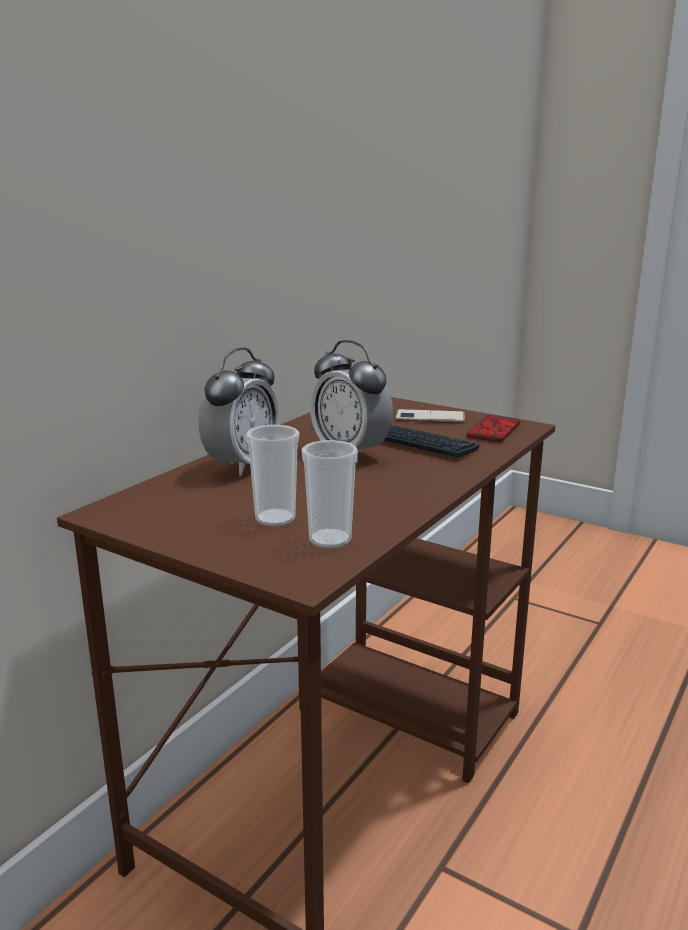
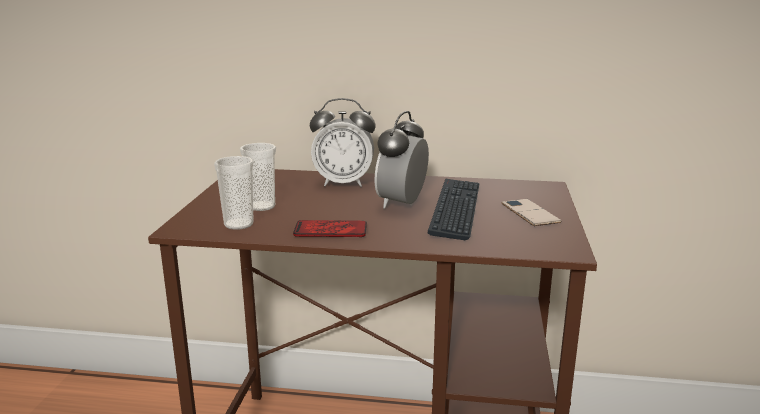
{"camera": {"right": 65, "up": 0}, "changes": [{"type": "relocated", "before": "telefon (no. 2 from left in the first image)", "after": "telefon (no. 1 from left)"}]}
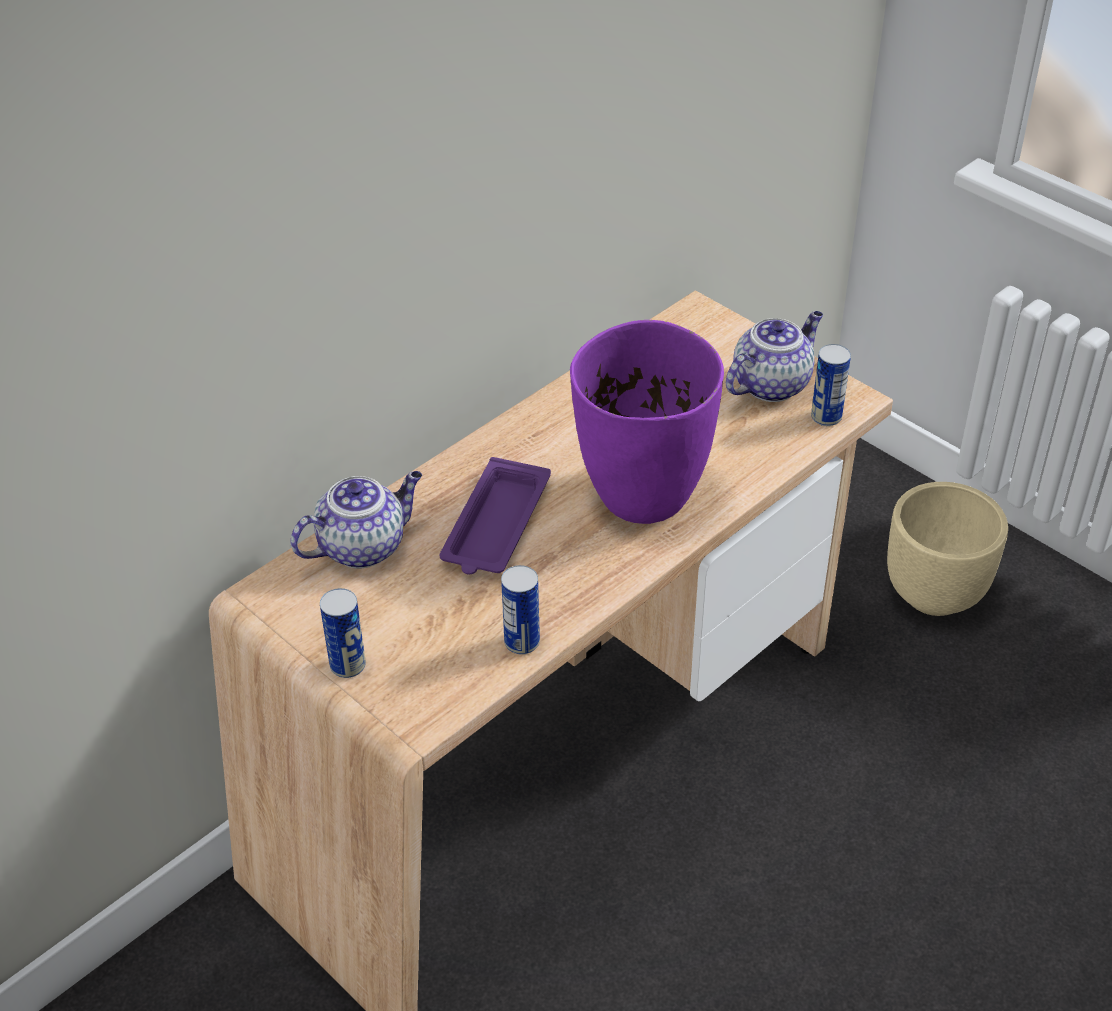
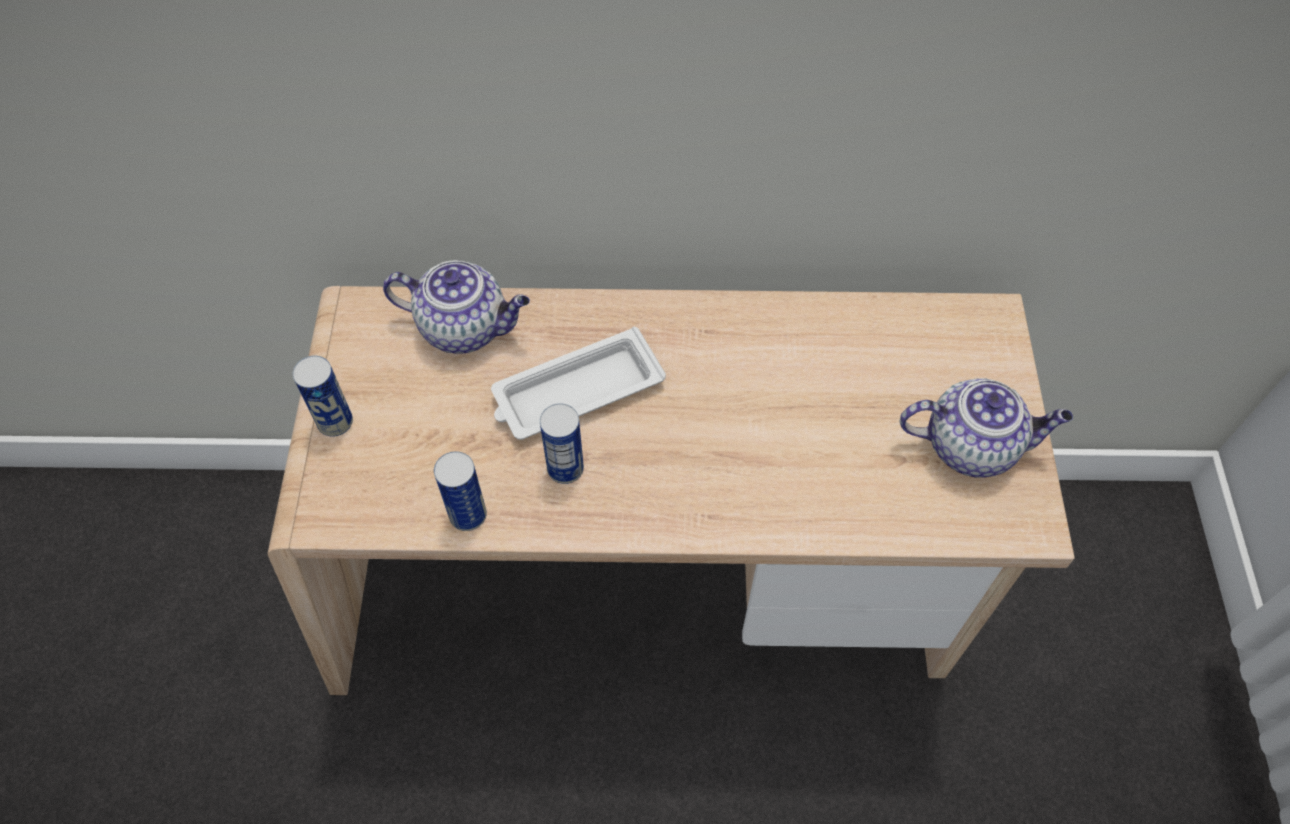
{"camera": {"right": 45, "up": 15}, "changes": [{"type": "colour", "before": "taca [fioletowy]", "after": "taca [biały]"}, {"type": "missing", "before": "wazon [fioletowy]"}, {"type": "relocated", "before": "puszka (no. 3 from left)"}, {"type": "missing", "before": "donica [beżowy]"}]}
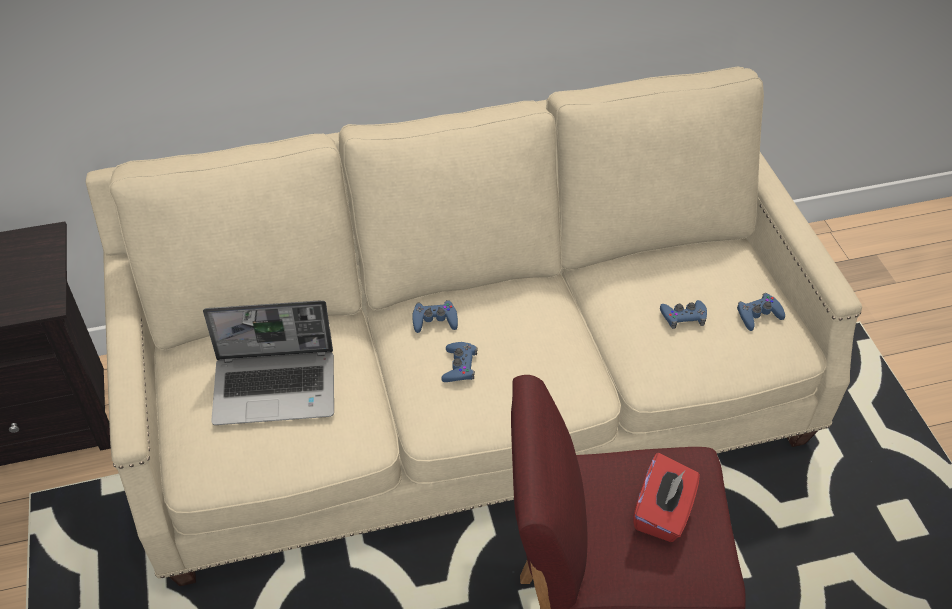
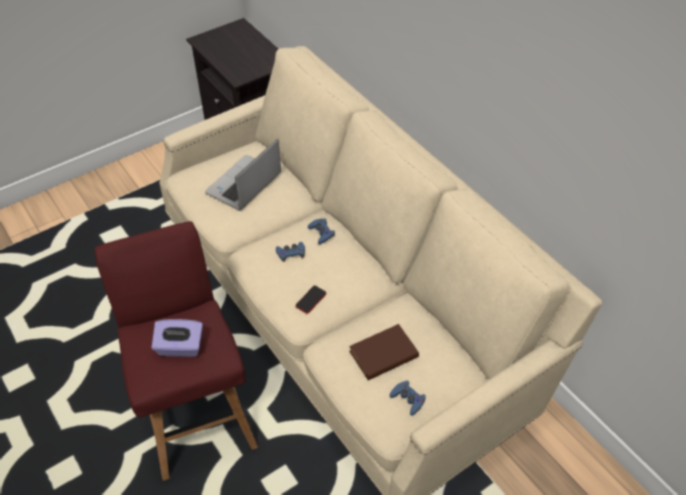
{"camera": {"right": 70, "up": 0}, "changes": [{"type": "spun", "before": "laptop", "turn": 60}, {"type": "colour", "before": "pudełko chusteczek [czerwony]", "after": "pudełko chusteczek [fioletowy]"}, {"type": "exchanged", "before": "pad do gier [niebieski] (no. 3 from left)", "after": "książka [brązowy]"}, {"type": "appeared", "after": "telefon"}]}
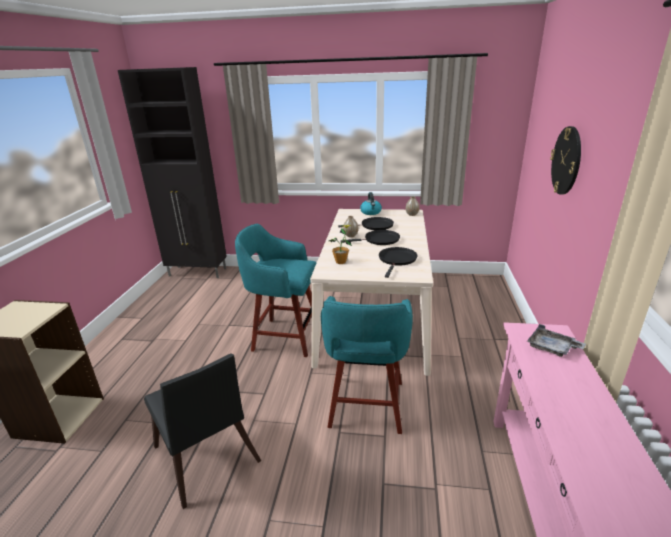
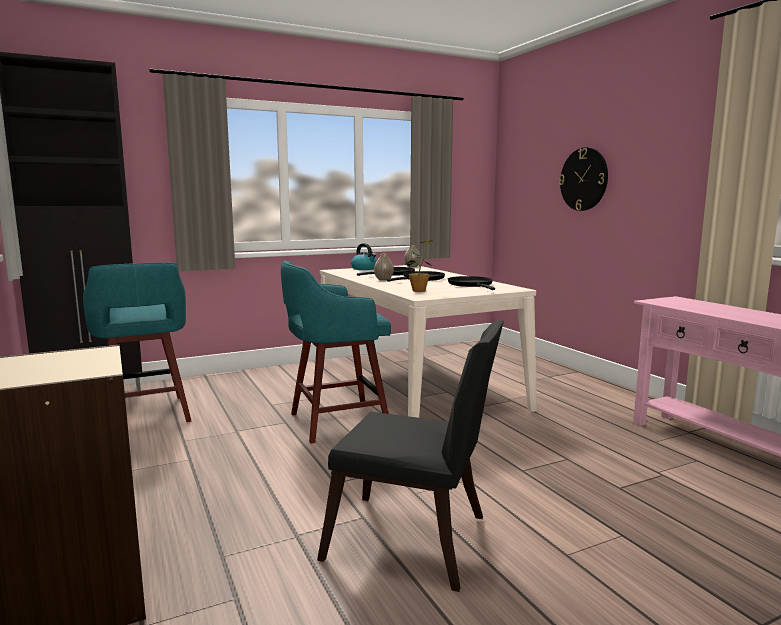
{"camera": {"right": -35, "up": -15}, "changes": [{"type": "relocated", "before": "stołek [turkusowy] (no. 2 from left in the first image)", "after": "stołek [turkusowy] (no. 1 from left)"}, {"type": "missing", "before": "taca [szary]"}]}
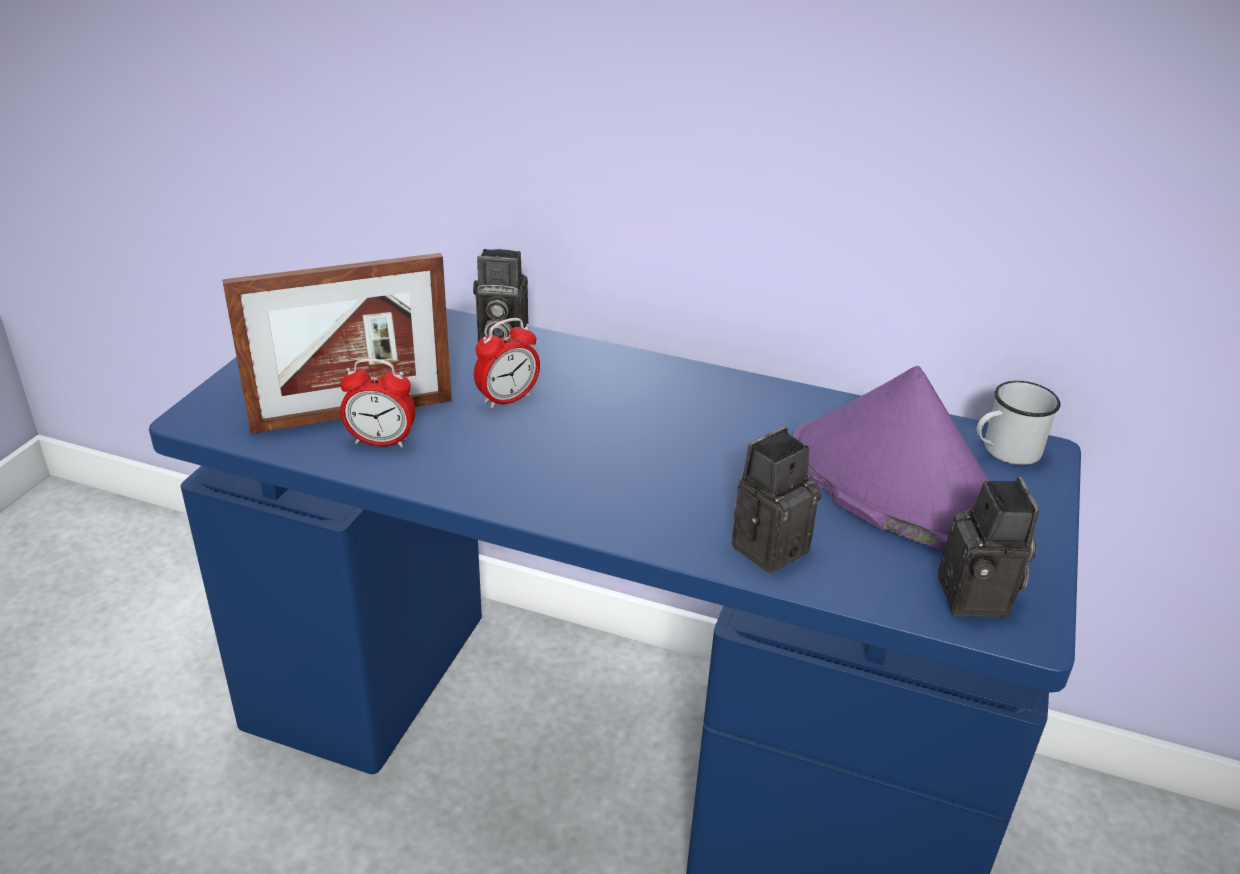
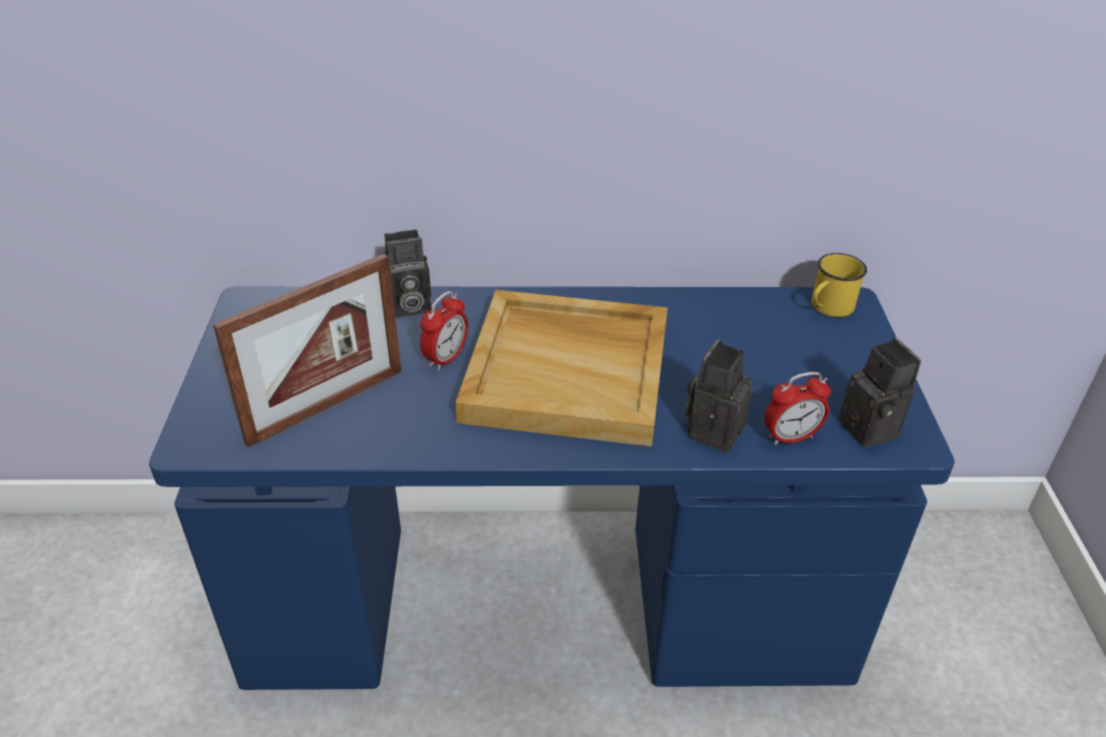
{"camera": {"right": -20, "up": 5}, "changes": [{"type": "relocated", "before": "budzik (no. 1 from left in the first image)", "after": "budzik (no. 2 from left)"}, {"type": "missing", "before": "kapelusz [fioletowy]"}, {"type": "colour", "before": "kubek [biały]", "after": "kubek [żółty]"}, {"type": "appeared", "after": "taca [beżowy]"}]}
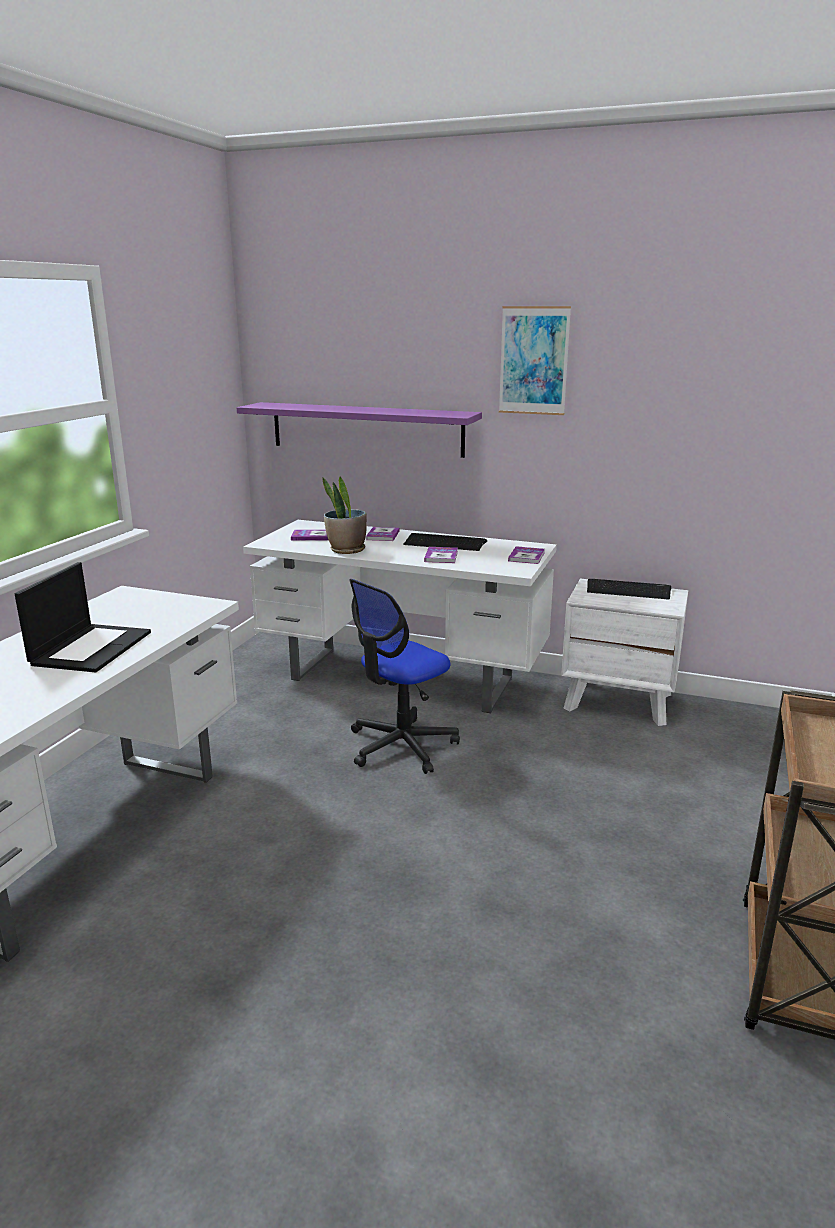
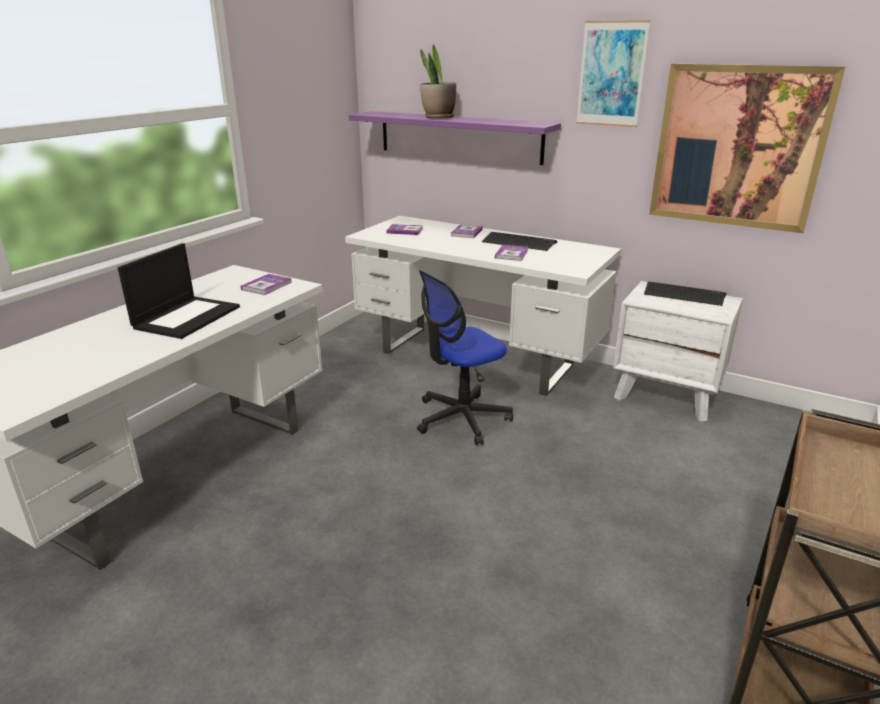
{"camera": {"right": 10, "up": 5}, "changes": [{"type": "relocated", "before": "roślina doniczkowa"}, {"type": "relocated", "before": "książka (no. 4 from left in the first image)", "after": "książka (no. 1 from left)"}, {"type": "appeared", "after": "obraz (no. 2 from left)"}]}
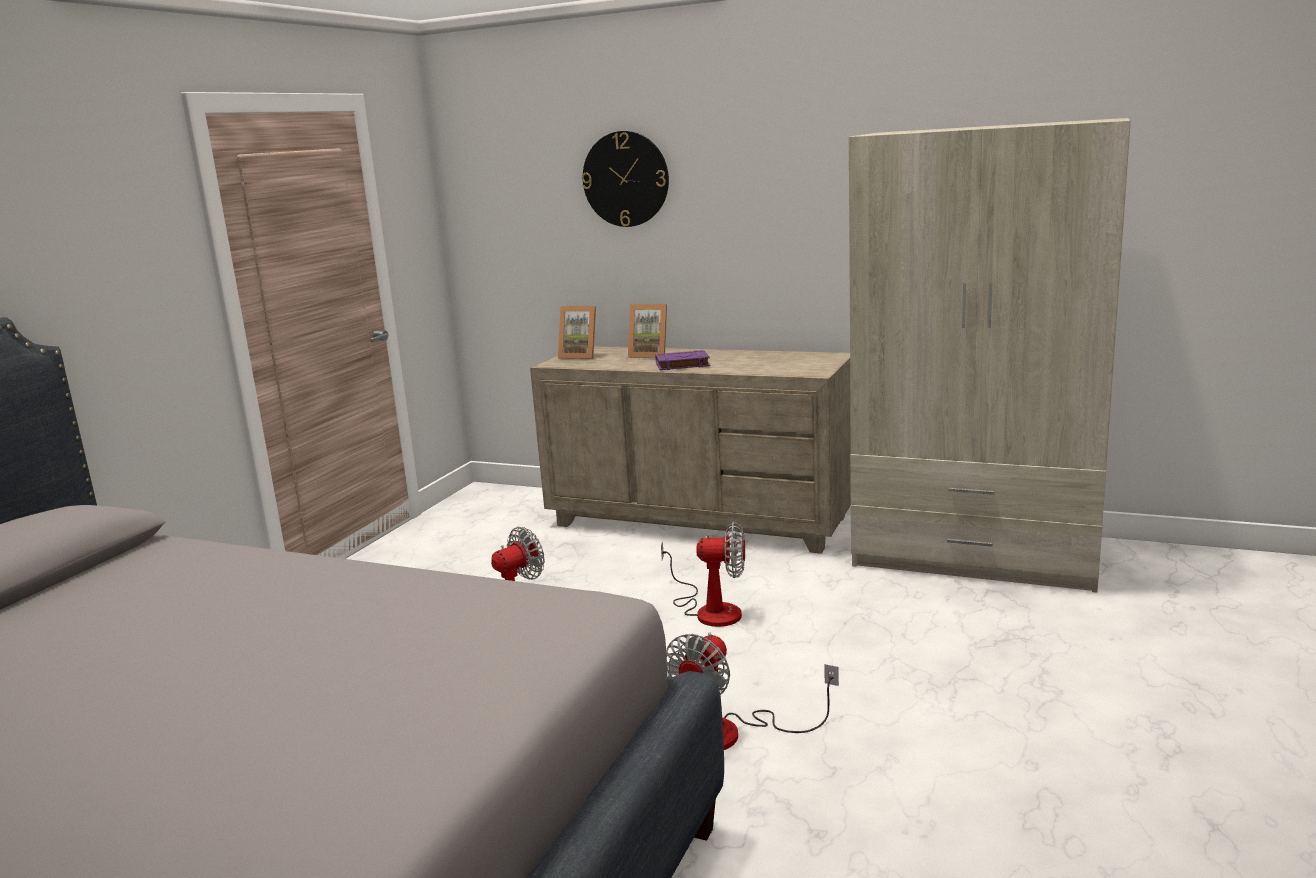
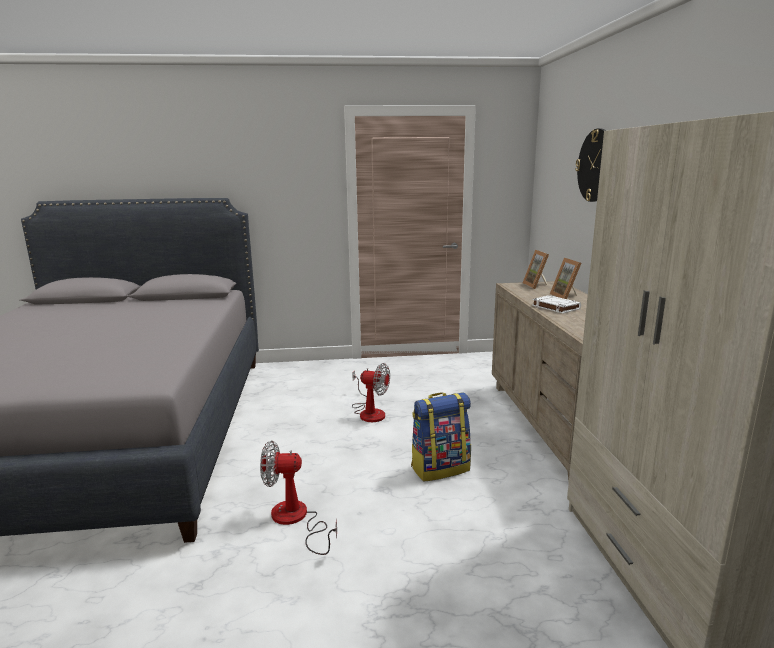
{"camera": {"right": 60, "up": 0}, "changes": [{"type": "colour", "before": "książka [fioletowy]", "after": "książka [biały]"}, {"type": "exchanged", "before": "wentylator (no. 2 from left)", "after": "plecak"}]}
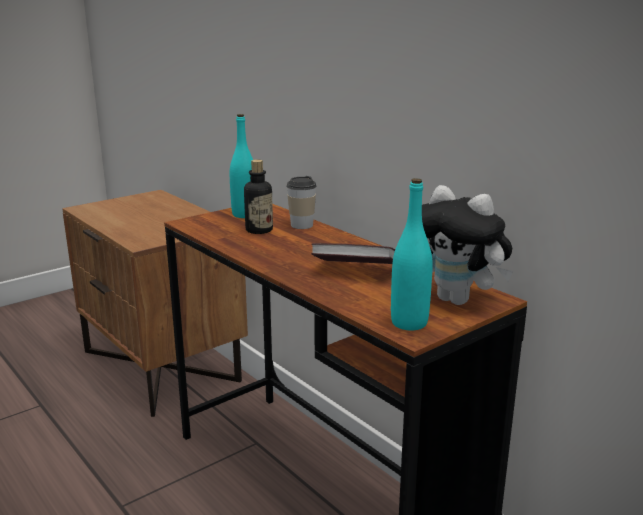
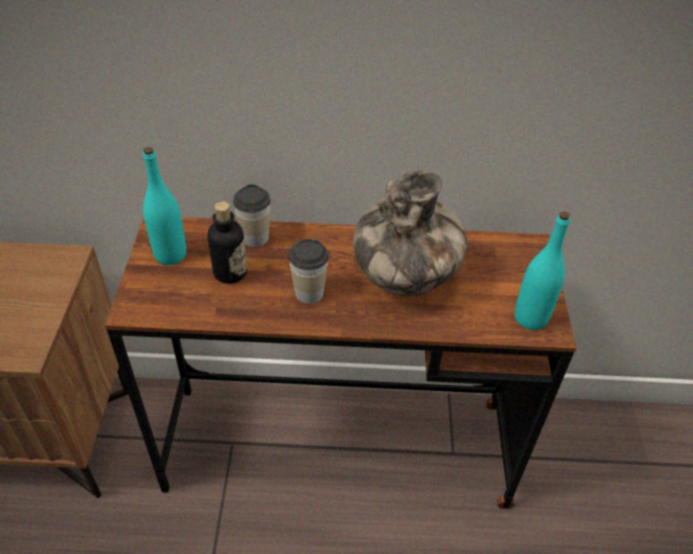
{"camera": {"right": -50, "up": 25}, "changes": [{"type": "exchanged", "before": "książka", "after": "wazon"}, {"type": "missing", "before": "pluszak"}, {"type": "appeared", "after": "filiżanka (no. 2 from left)"}]}
